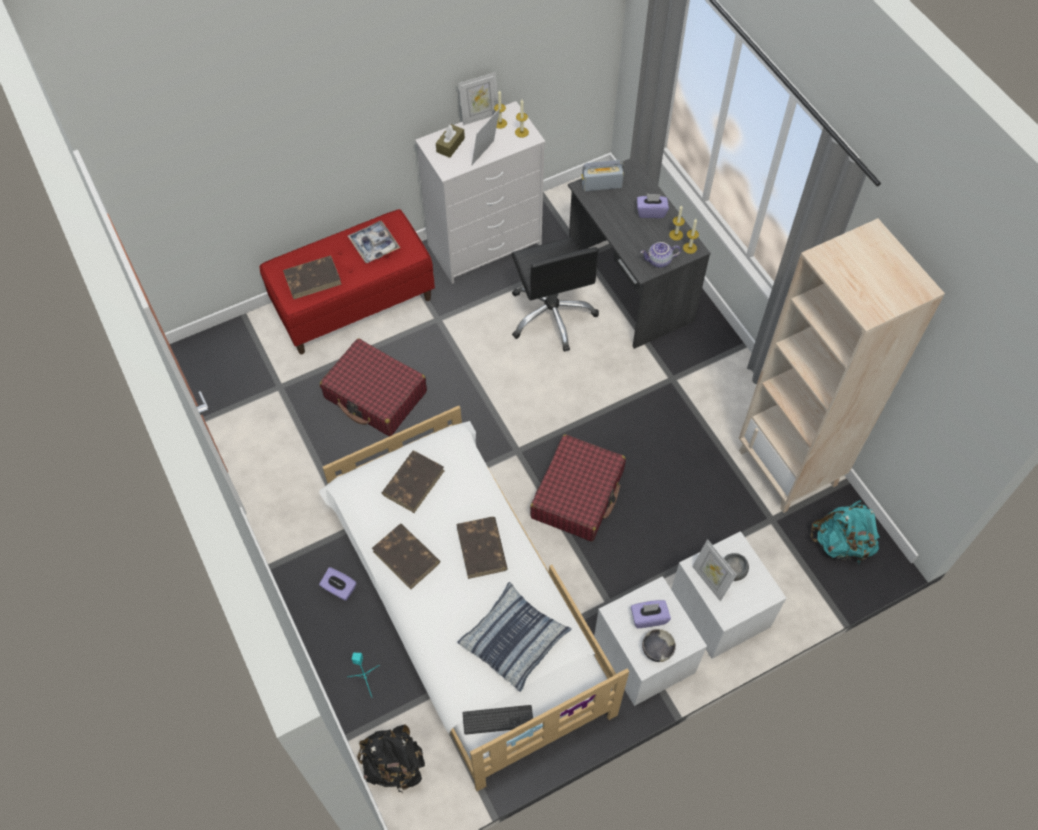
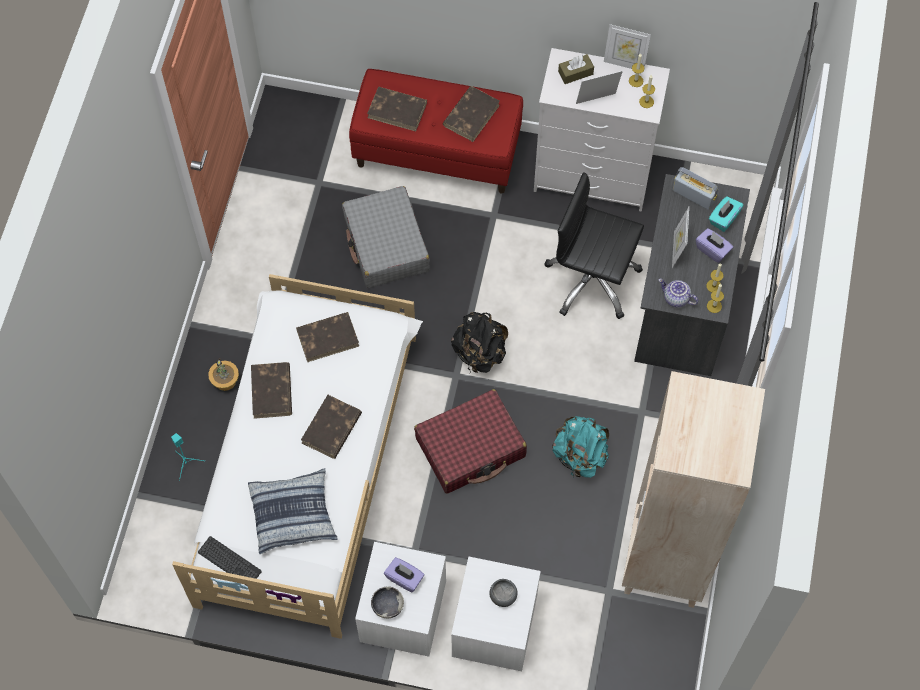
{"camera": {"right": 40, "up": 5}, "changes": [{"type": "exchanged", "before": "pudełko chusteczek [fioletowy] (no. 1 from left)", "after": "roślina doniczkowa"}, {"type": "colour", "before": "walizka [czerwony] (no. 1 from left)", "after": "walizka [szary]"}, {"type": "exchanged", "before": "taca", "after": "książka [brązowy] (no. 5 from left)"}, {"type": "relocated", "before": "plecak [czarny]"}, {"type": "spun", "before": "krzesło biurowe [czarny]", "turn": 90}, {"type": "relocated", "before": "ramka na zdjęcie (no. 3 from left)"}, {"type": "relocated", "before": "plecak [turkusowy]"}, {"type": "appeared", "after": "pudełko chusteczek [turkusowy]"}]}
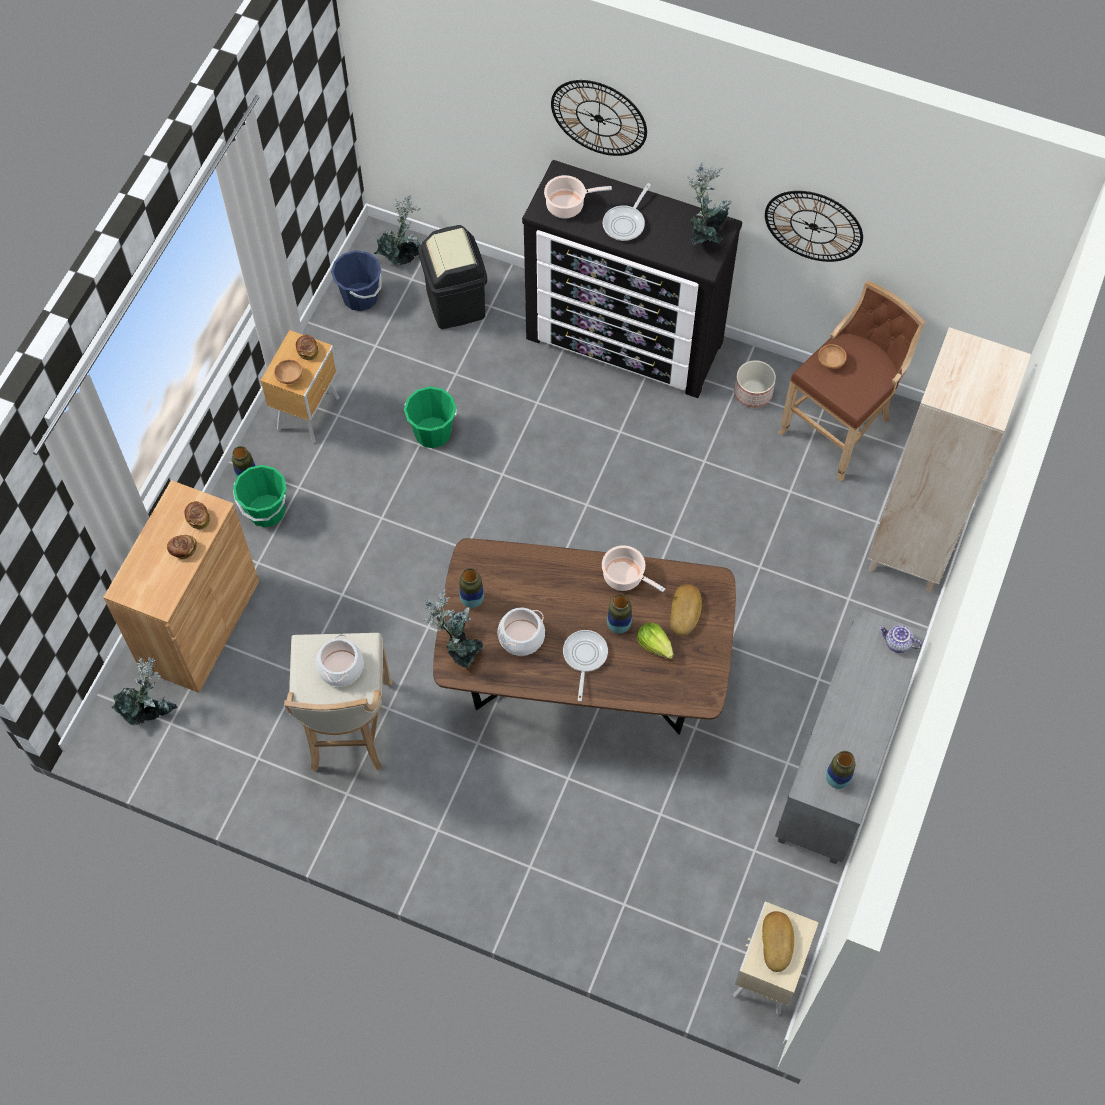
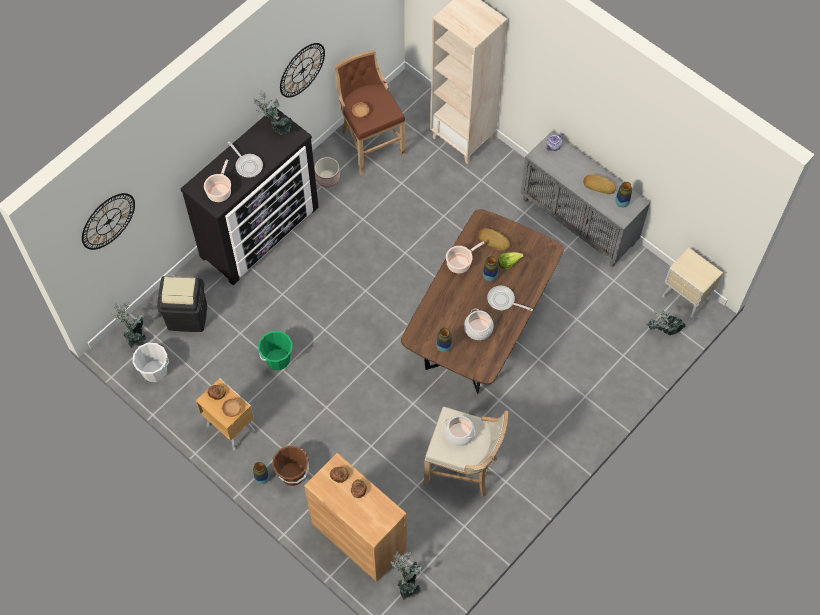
{"camera": {"right": -70, "up": 0}, "changes": [{"type": "colour", "before": "wiadro [zielony] (no. 1 from left)", "after": "wiadro [brązowy]"}, {"type": "colour", "before": "wiadro [niebieski]", "after": "wiadro [biały]"}, {"type": "relocated", "before": "roślina doniczkowa (no. 3 from left in the first image)", "after": "roślina doniczkowa (no. 4 from left)"}, {"type": "relocated", "before": "zegar ścienny (no. 1 from left)"}, {"type": "relocated", "before": "chleb (no. 5 from left)"}]}
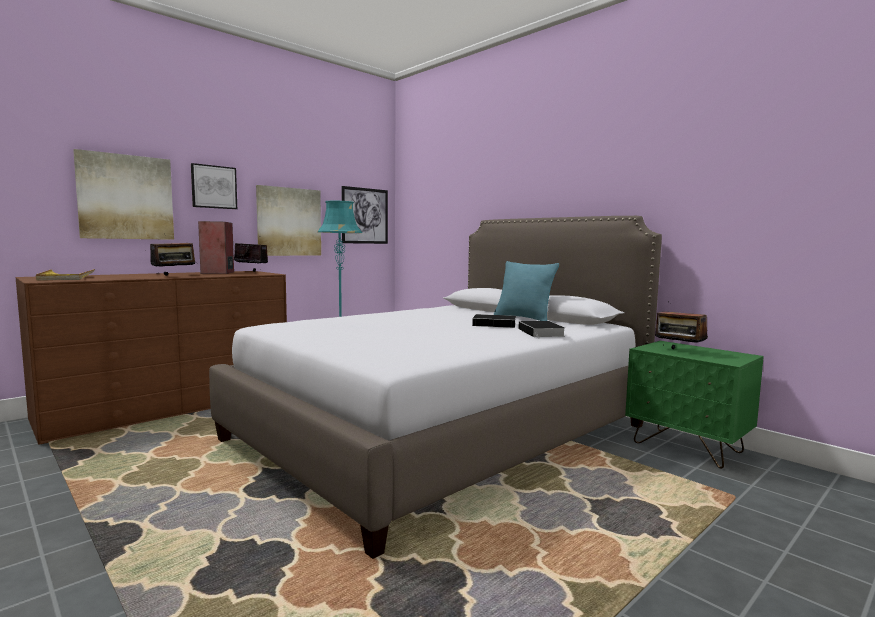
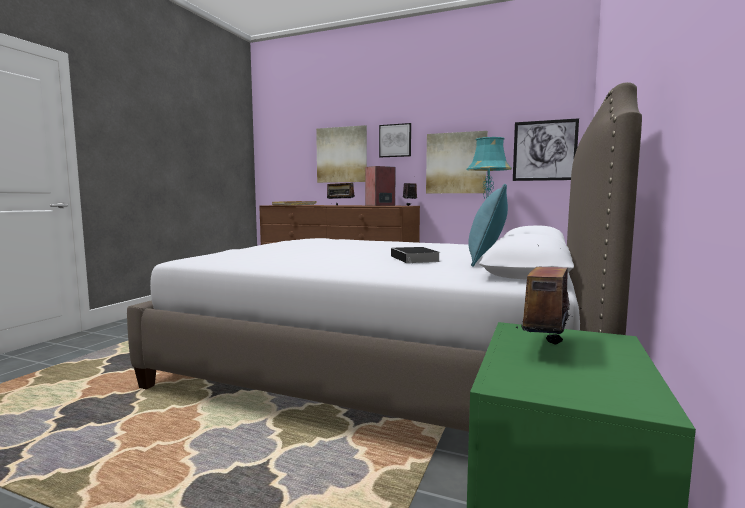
{"camera": {"right": 65, "up": 0}, "changes": [{"type": "missing", "before": "książka (no. 2 from left)"}]}
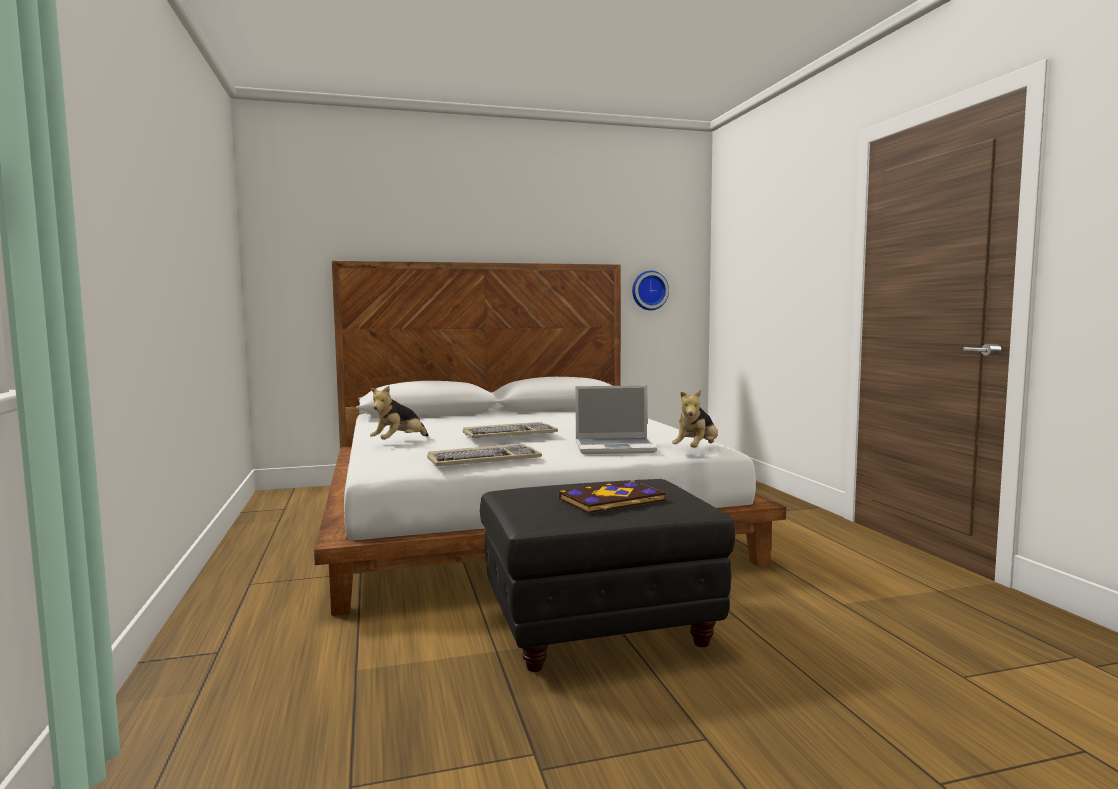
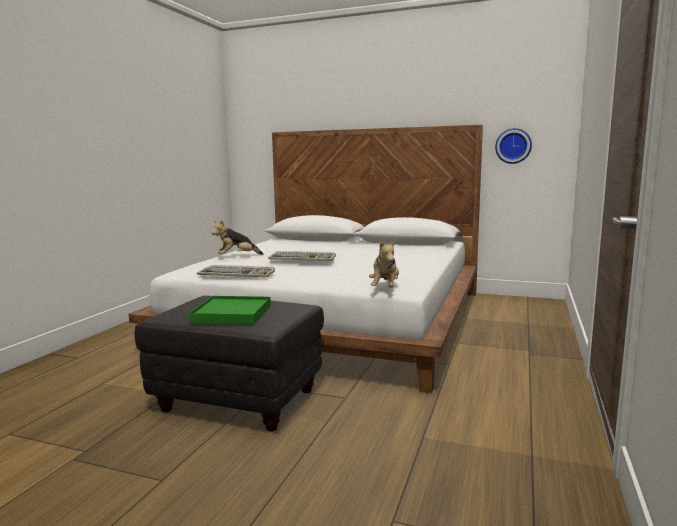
{"camera": {"right": 35, "up": 5}, "changes": [{"type": "exchanged", "before": "książka", "after": "taca [zielony]"}, {"type": "missing", "before": "laptop"}, {"type": "spun", "before": "pluszak (no. 2 from left)", "turn": -60}]}
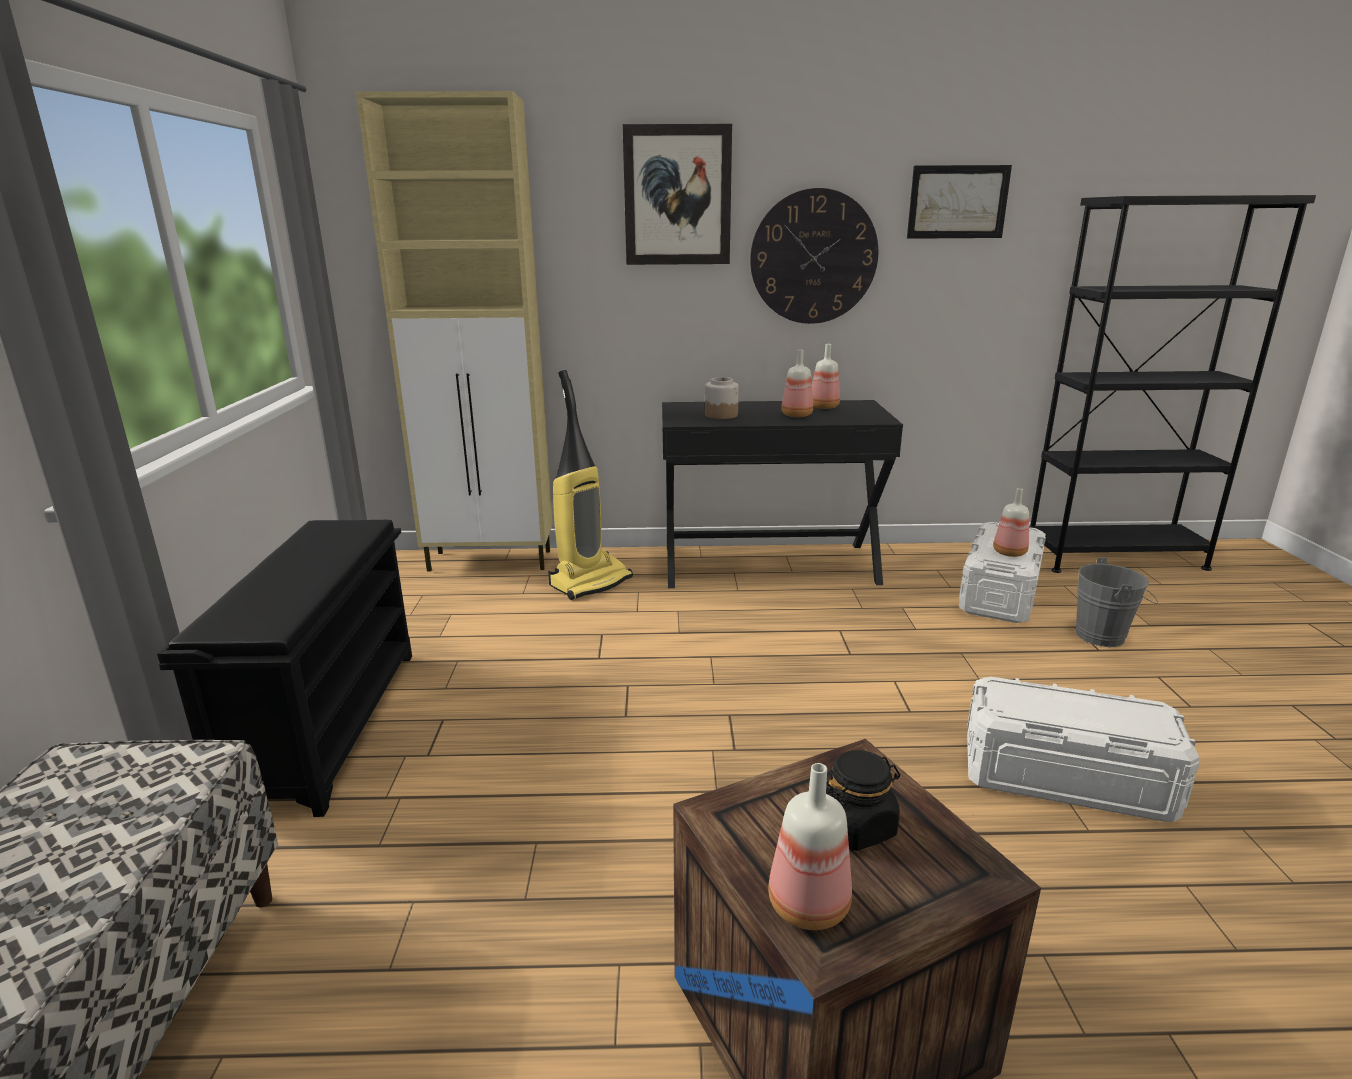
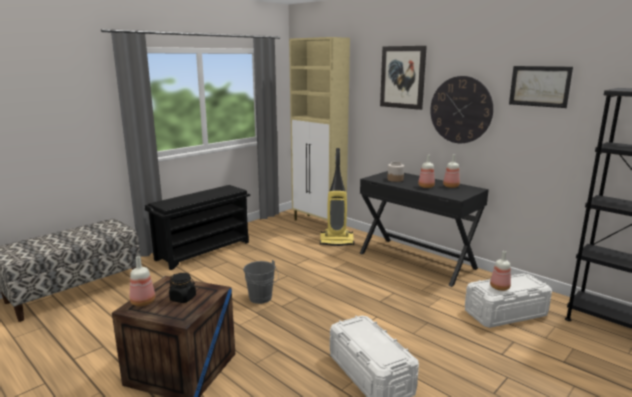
{"camera": {"right": 45, "up": -5}, "changes": [{"type": "relocated", "before": "wiadro [szary]"}]}
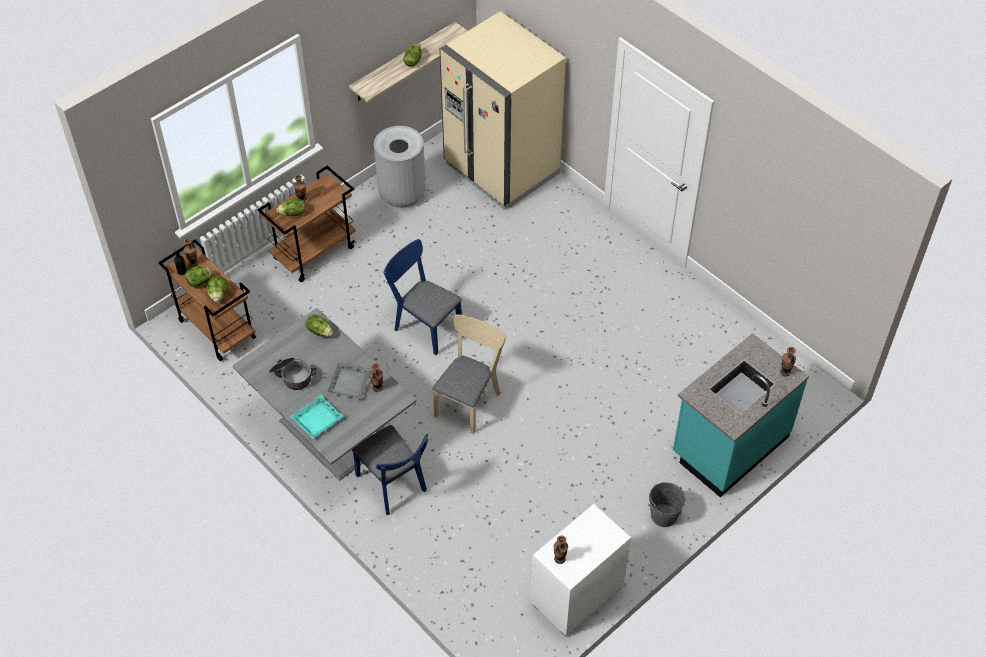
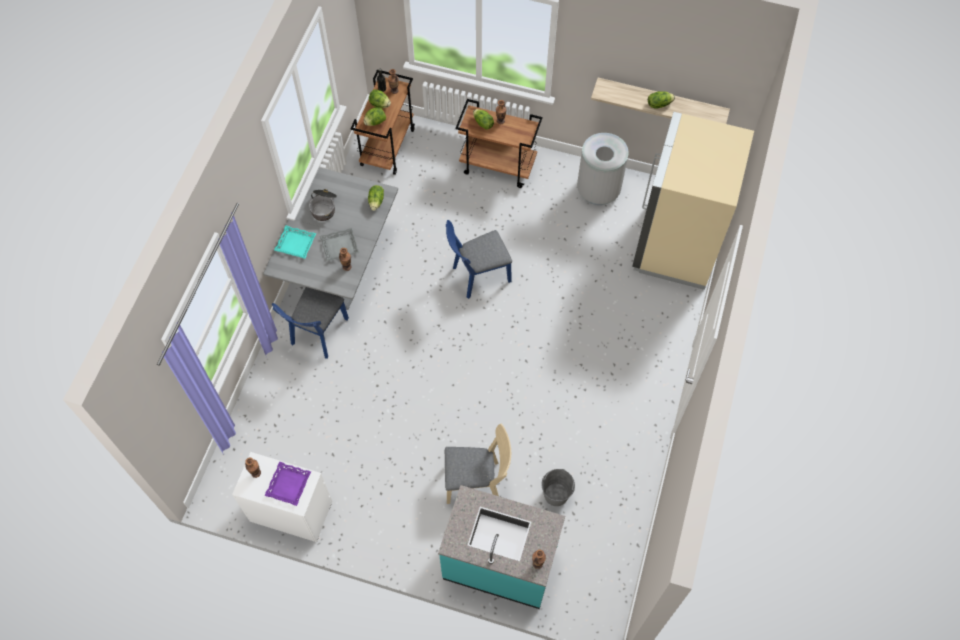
{"camera": {"right": 60, "up": 10}, "changes": [{"type": "spun", "before": "krzesło [niebieski] (no. 2 from left)", "turn": -120}, {"type": "relocated", "before": "krzesło [beżowy]"}, {"type": "relocated", "before": "wiadro [szary]"}, {"type": "appeared", "after": "taca [fioletowy]"}]}
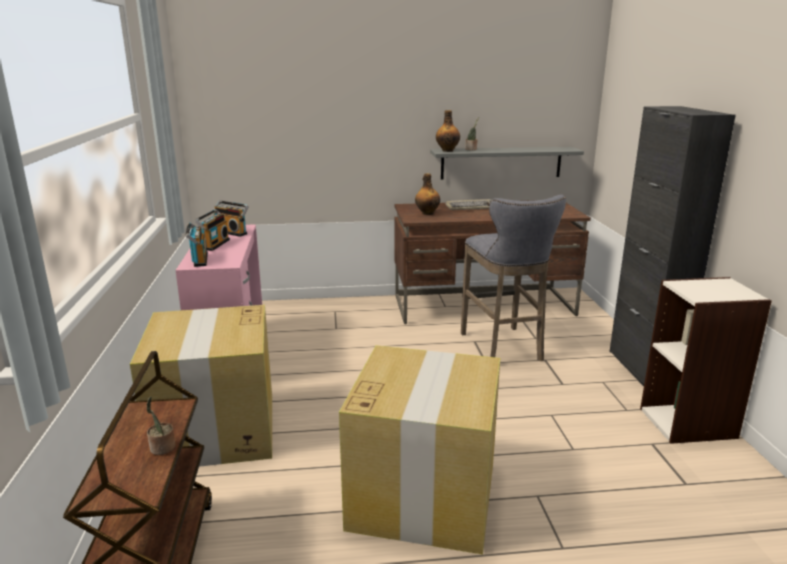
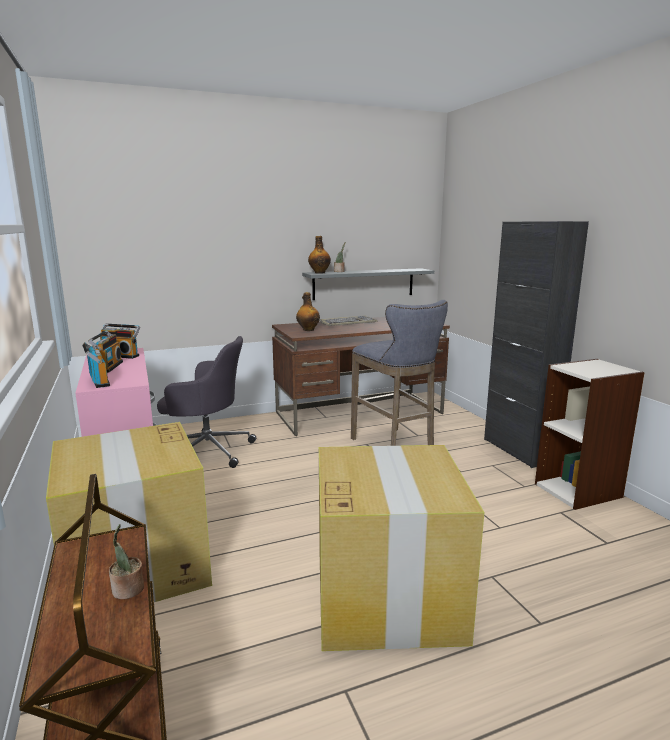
{"camera": {"right": -15, "up": -5}, "changes": [{"type": "appeared", "after": "krzesło biurowe [szary]"}]}
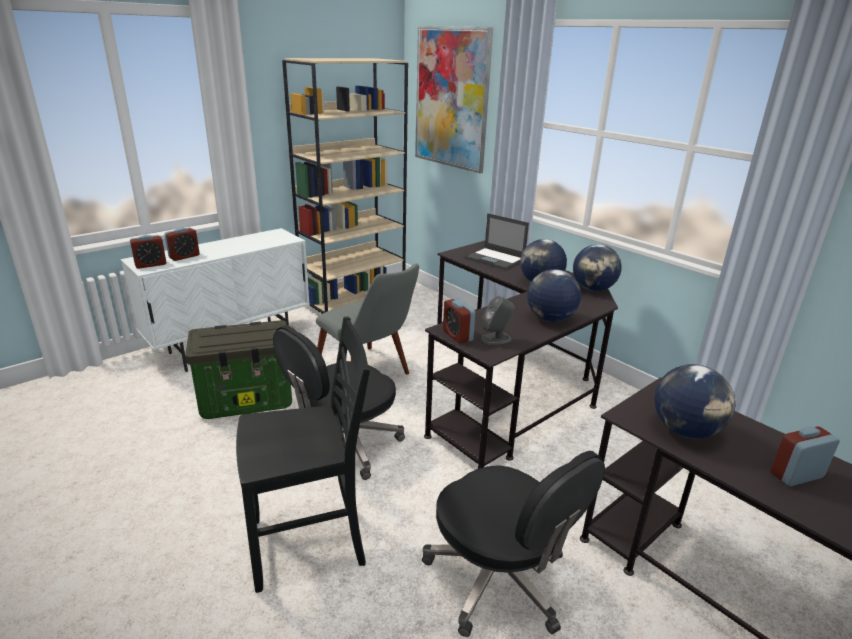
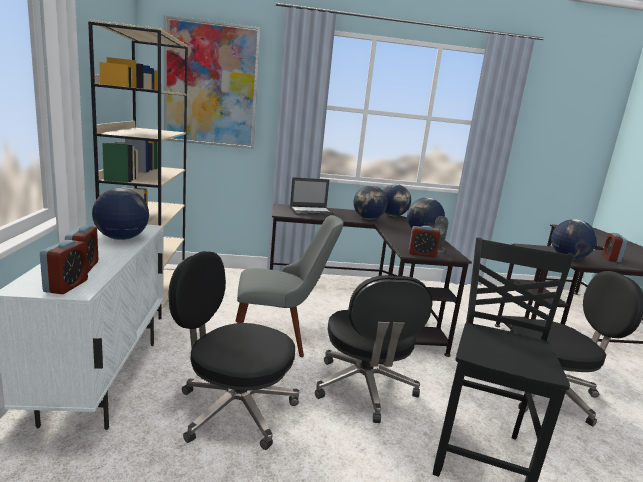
{"camera": {"right": -55, "up": -10}, "changes": [{"type": "exchanged", "before": "pojemnik do przechowywania", "after": "krzesło biurowe [czarny] (no. 1 from left)"}, {"type": "appeared", "after": "globus (no. 1 from left)"}]}
